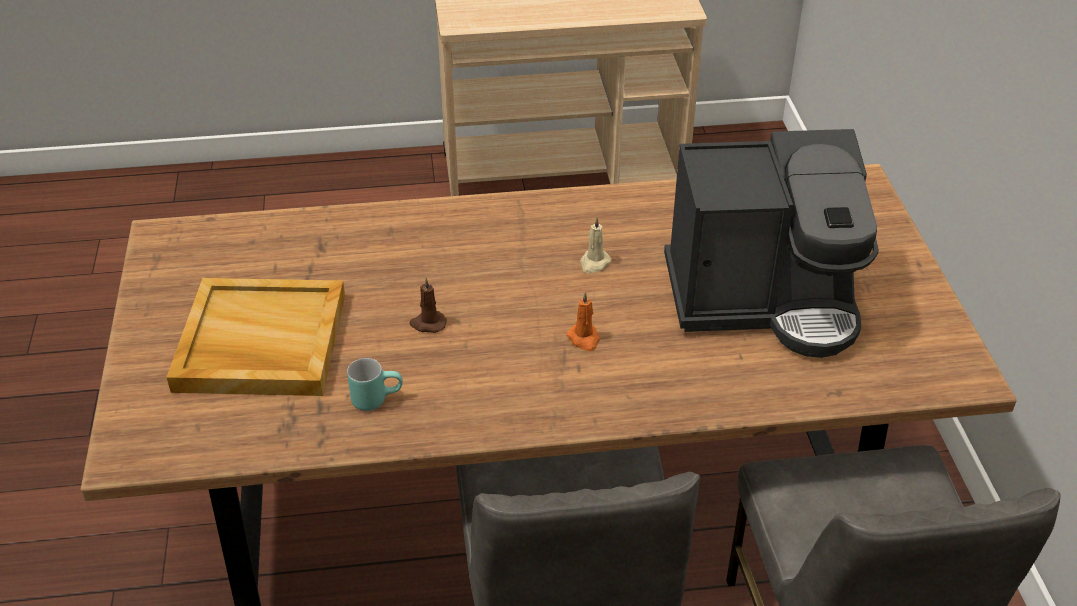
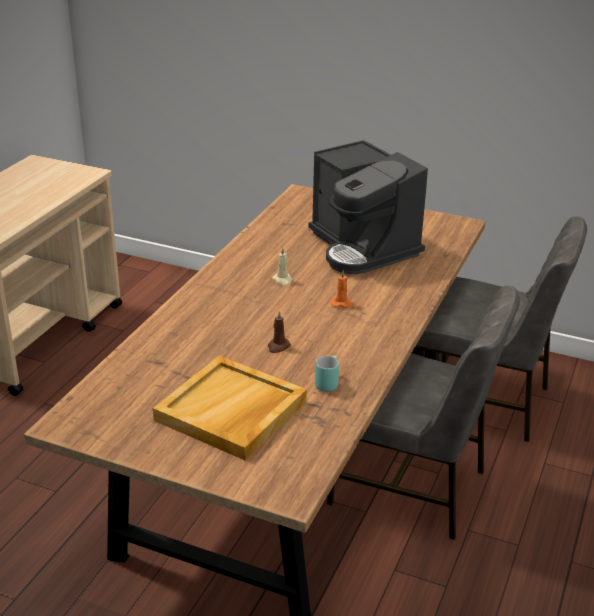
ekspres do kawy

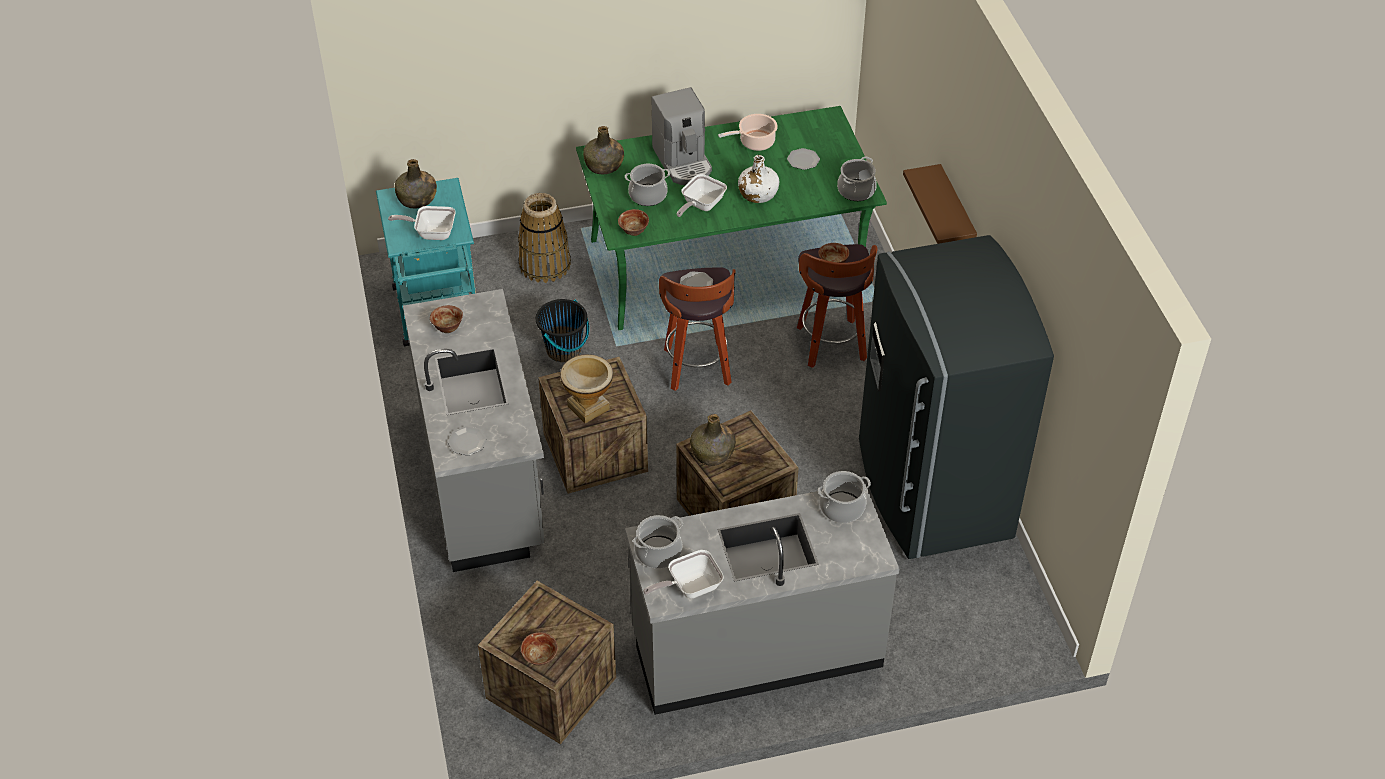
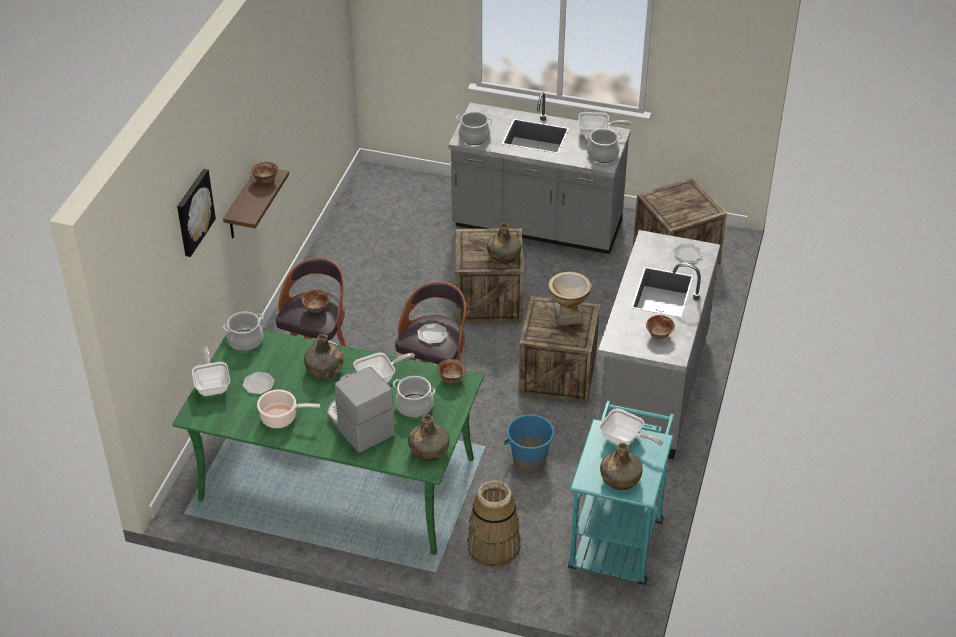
miska (1st from left)
wiadro [niebieski]
ekspres do kawy
butelka [zielony] (1st from left)
lodówka [szary]
obraz
patelnia (1st from left)

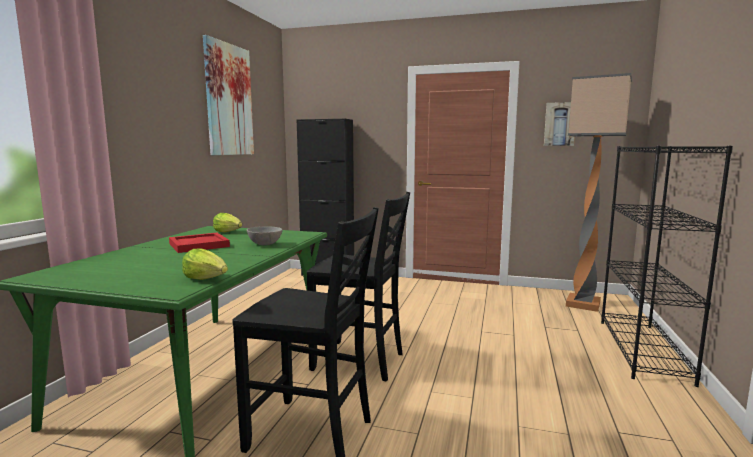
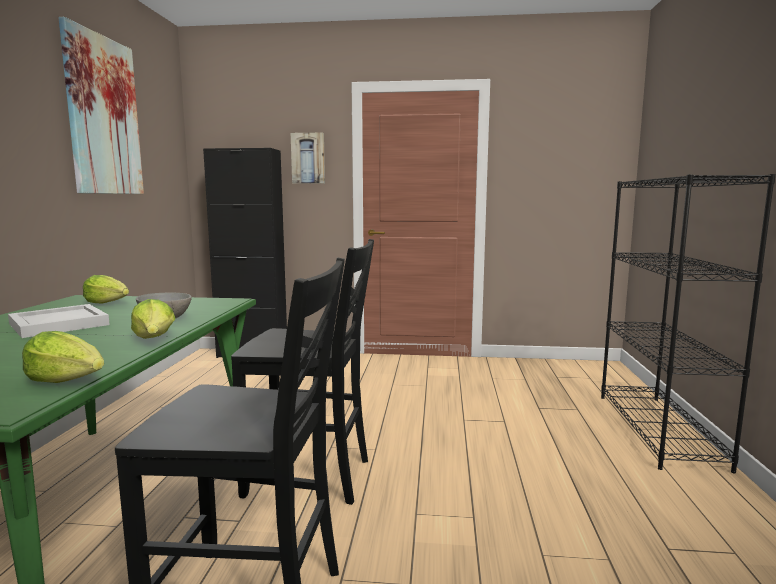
taca [biały]
obraz (2nd from left)
lampa stojąca
sałata (3rd from left)

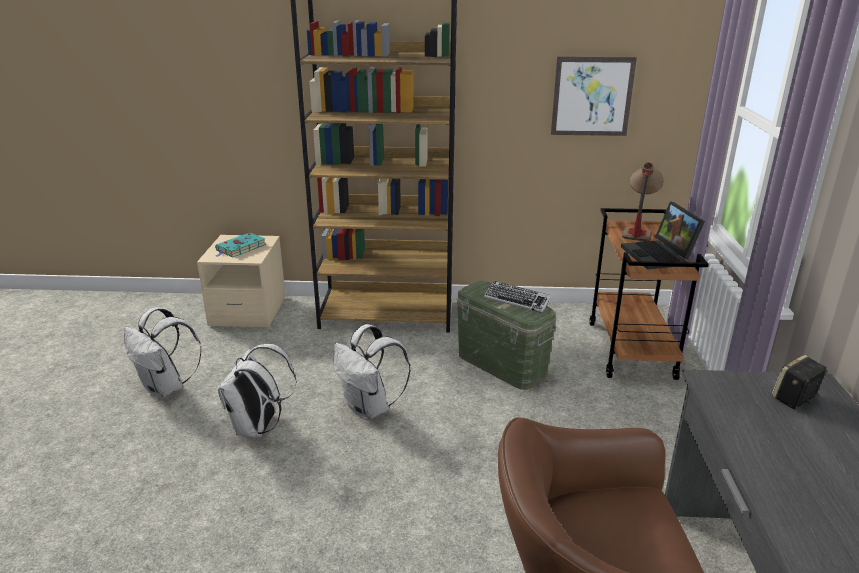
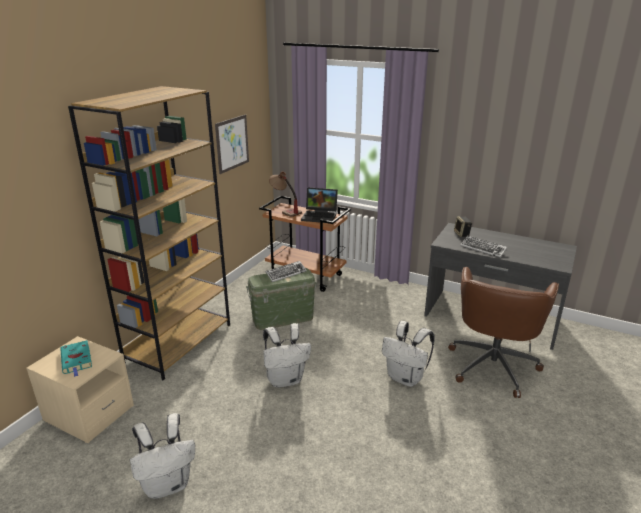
plecak [biały] (3rd from left)
klawiatura (2nd from left)

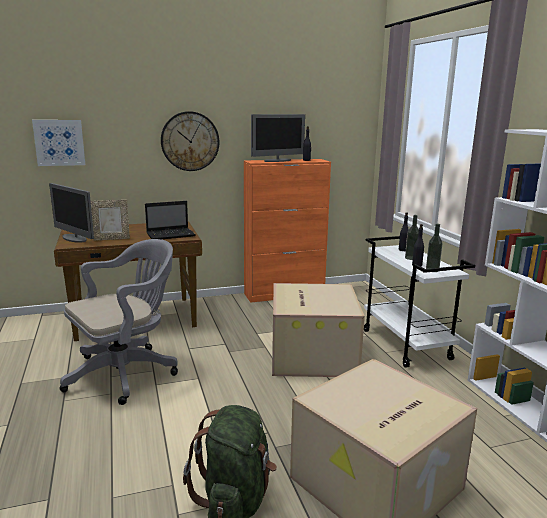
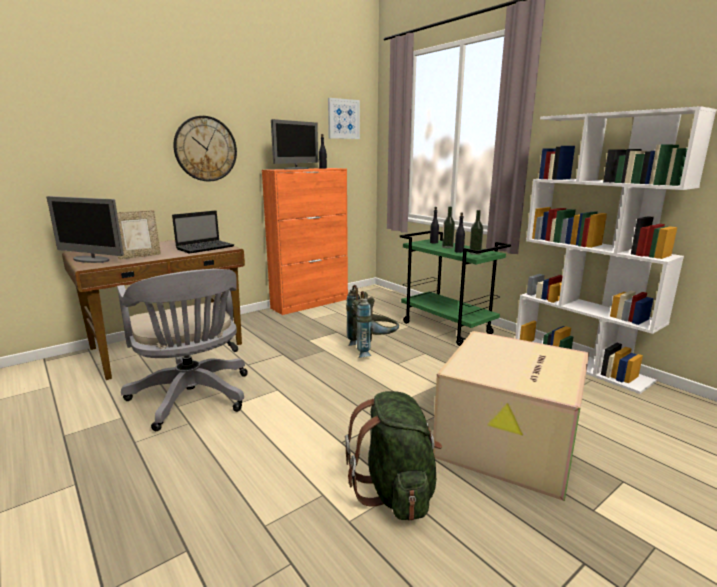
obraz
krzesło biurowe [szary]
plecak [szary]
wózek [zielony]

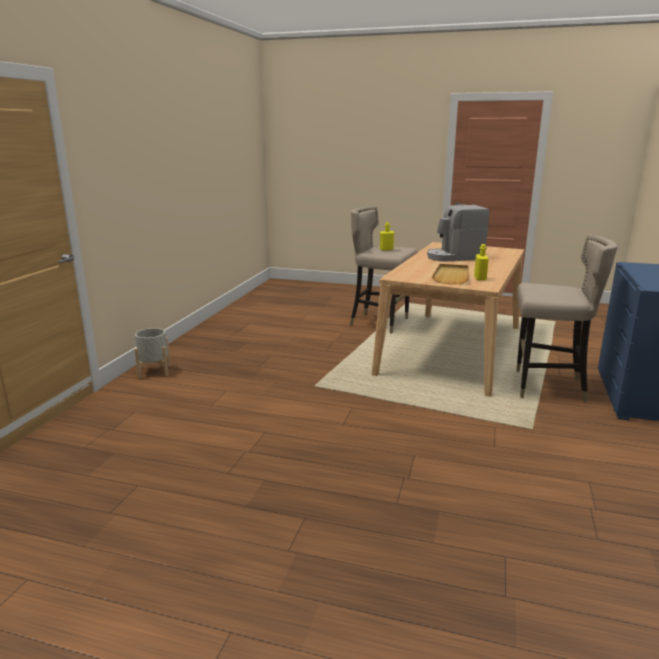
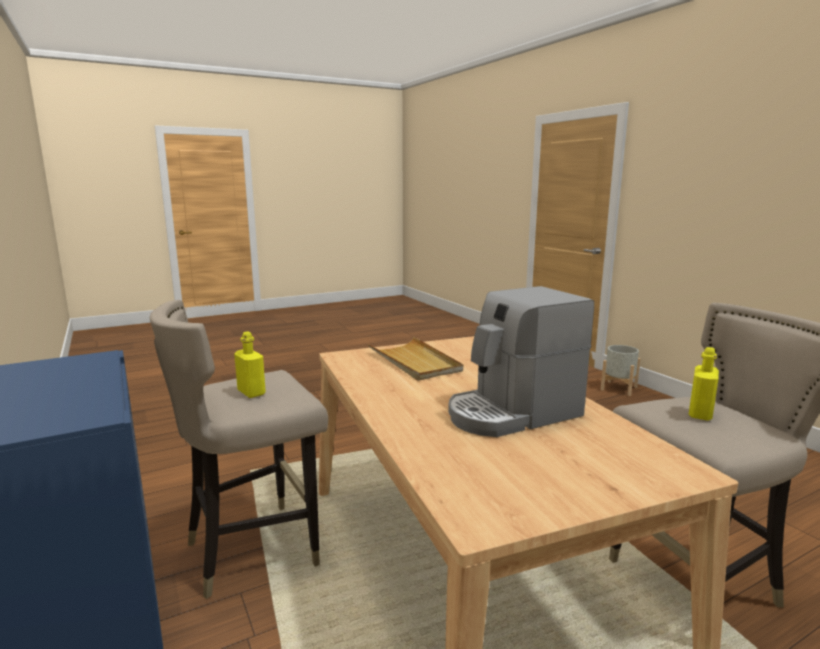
ekspres do kawy
butelka [żółty] (1st from left)

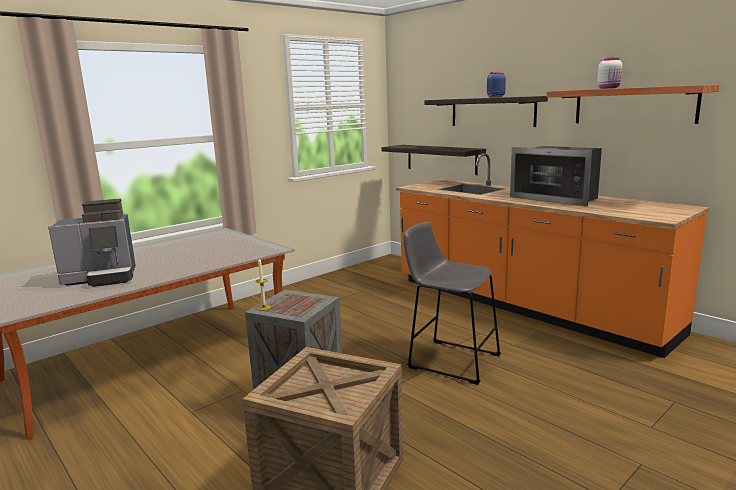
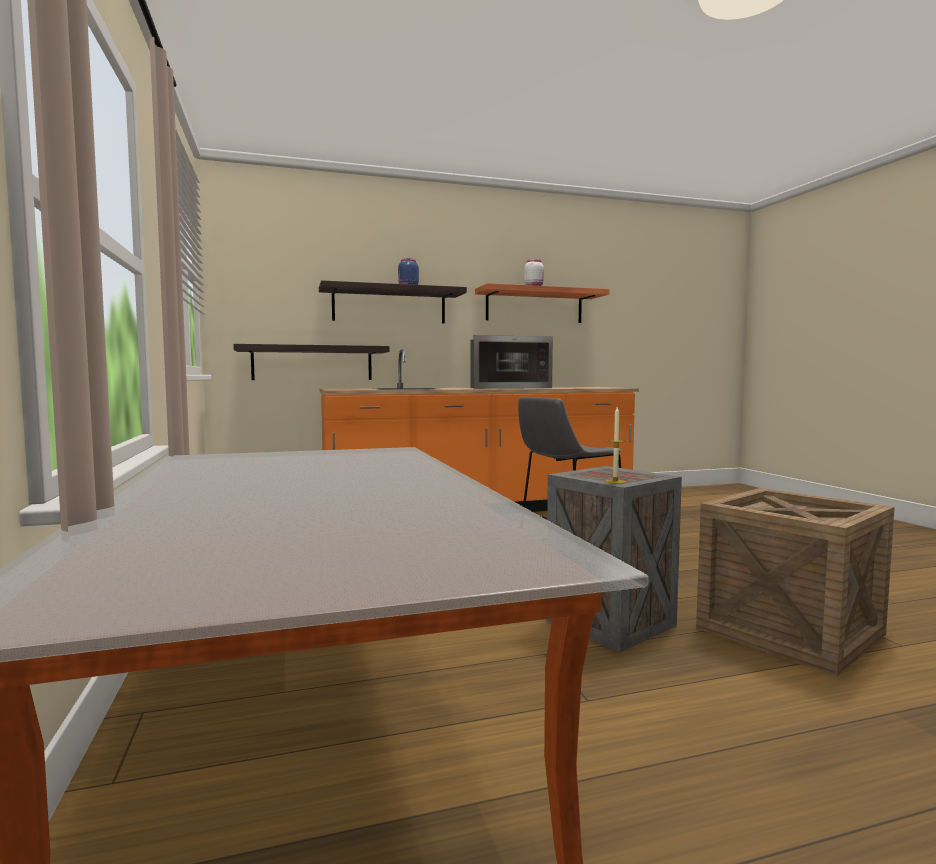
ekspres do kawy

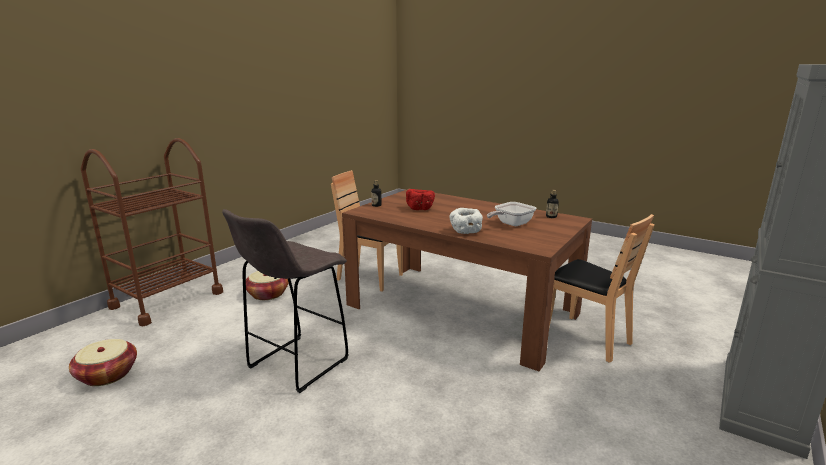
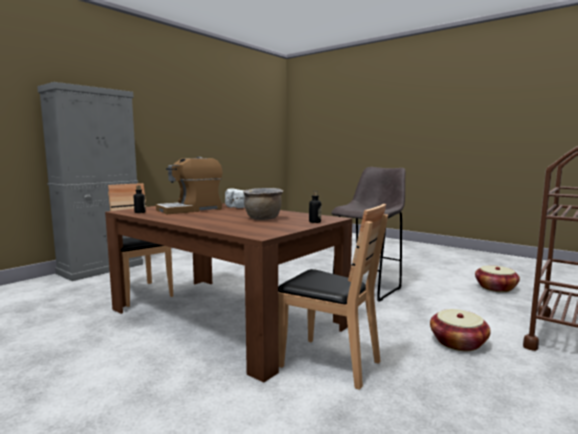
garnek [brązowy]
ekspres do kawy

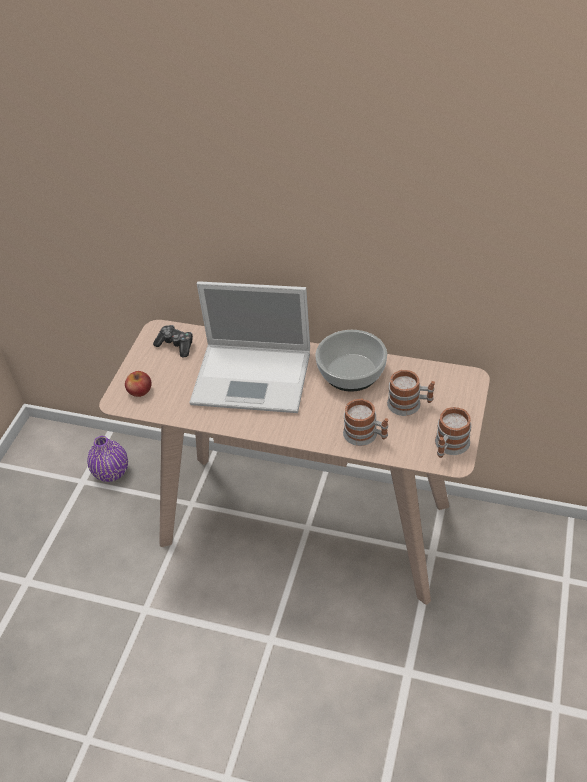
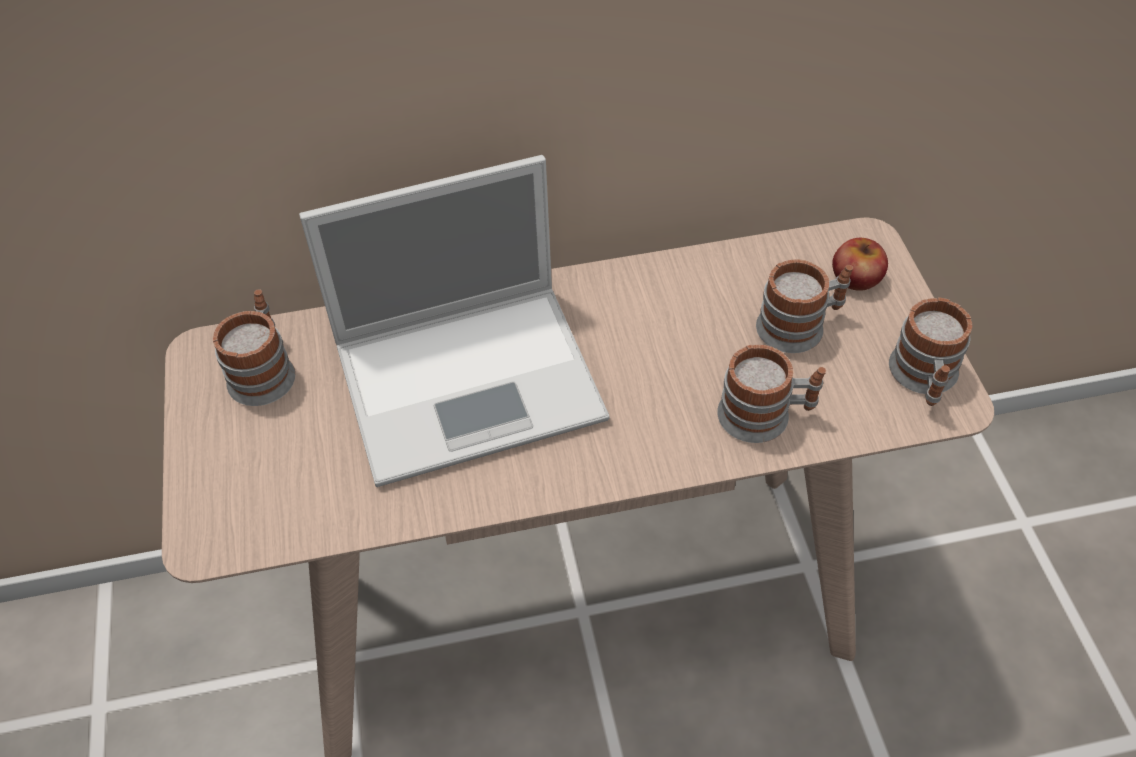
wazon [fioletowy]
jabłko
kubek (1st from left)
miska

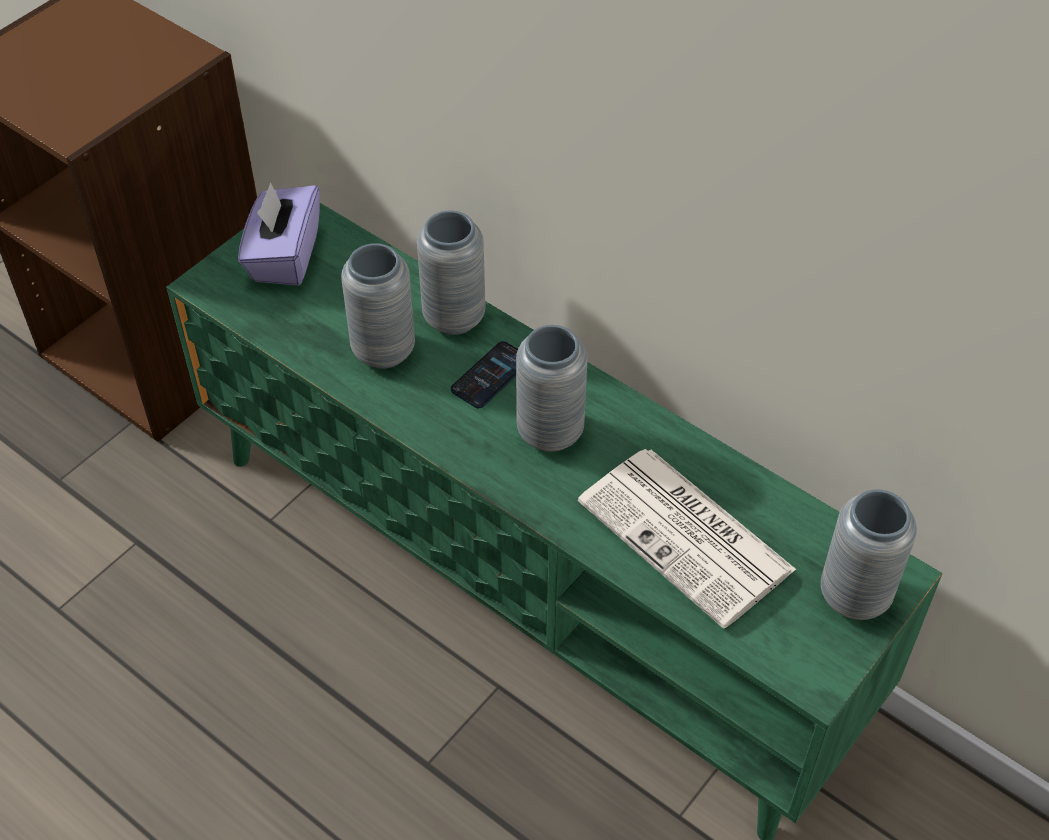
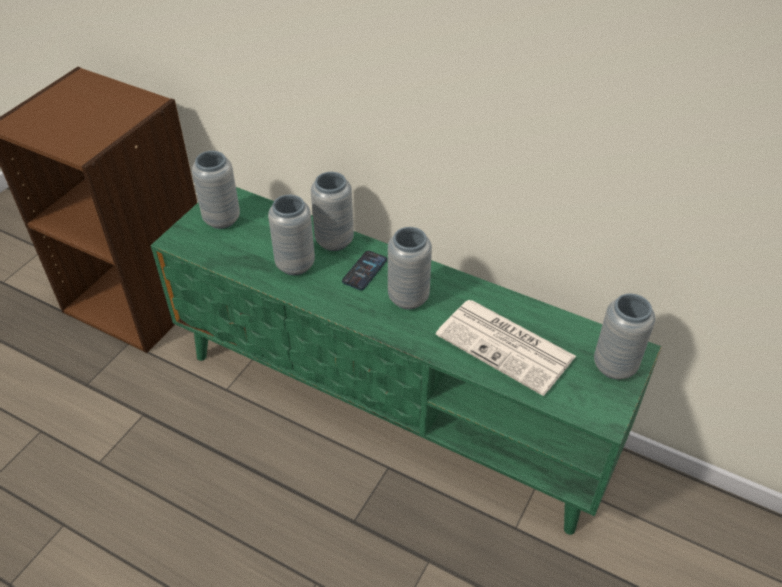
wazon [szary] (1st from left)

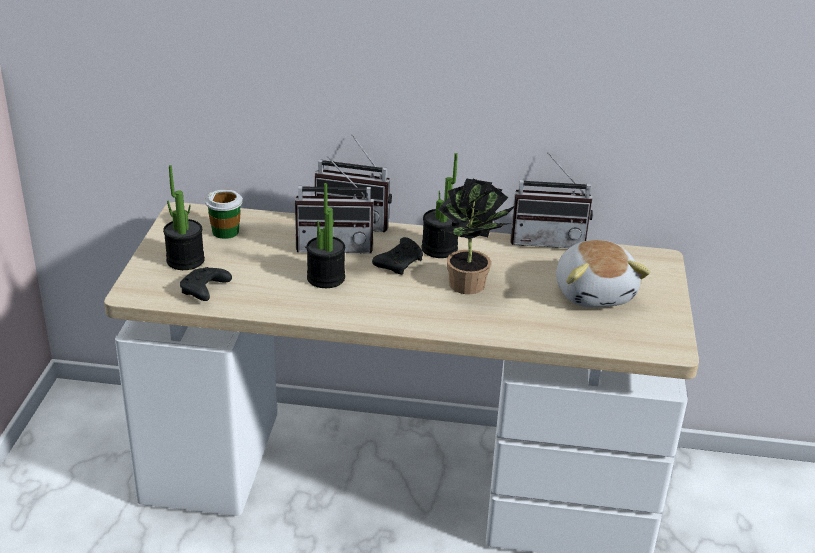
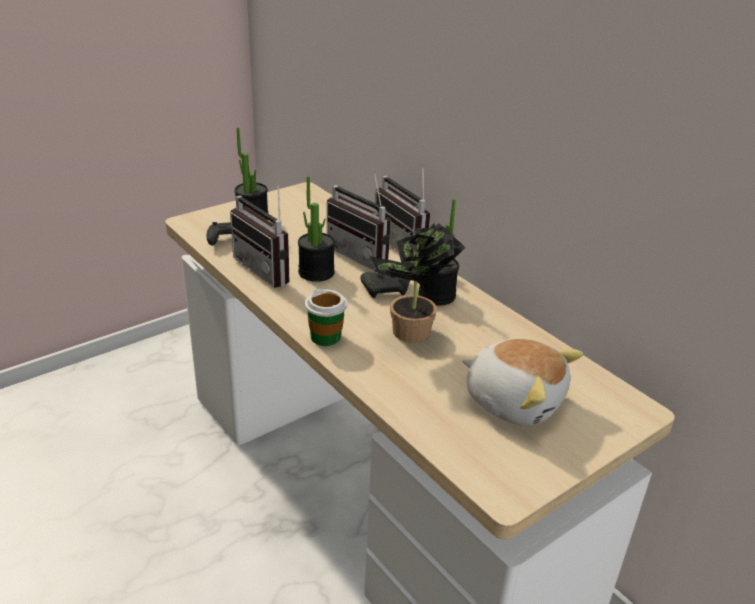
filiżanka
radio (1st from left)
pluszak

